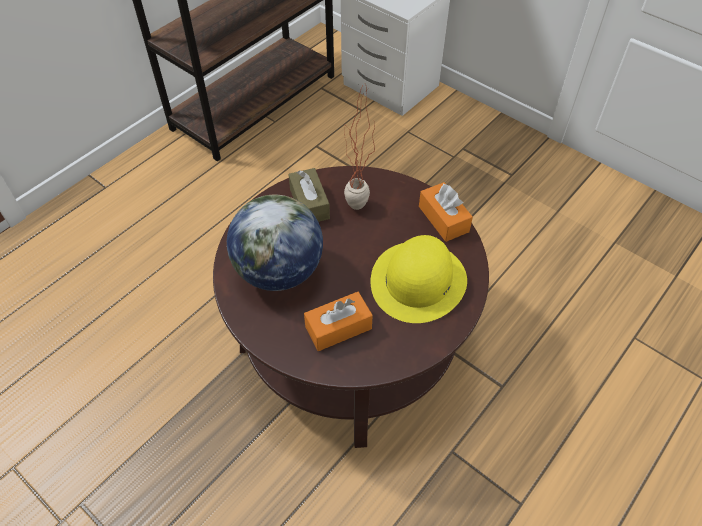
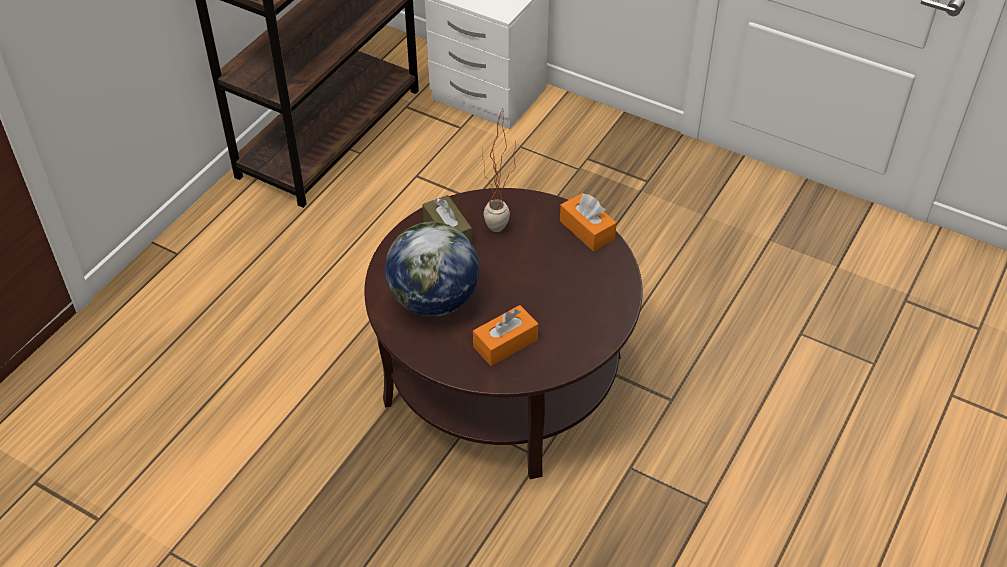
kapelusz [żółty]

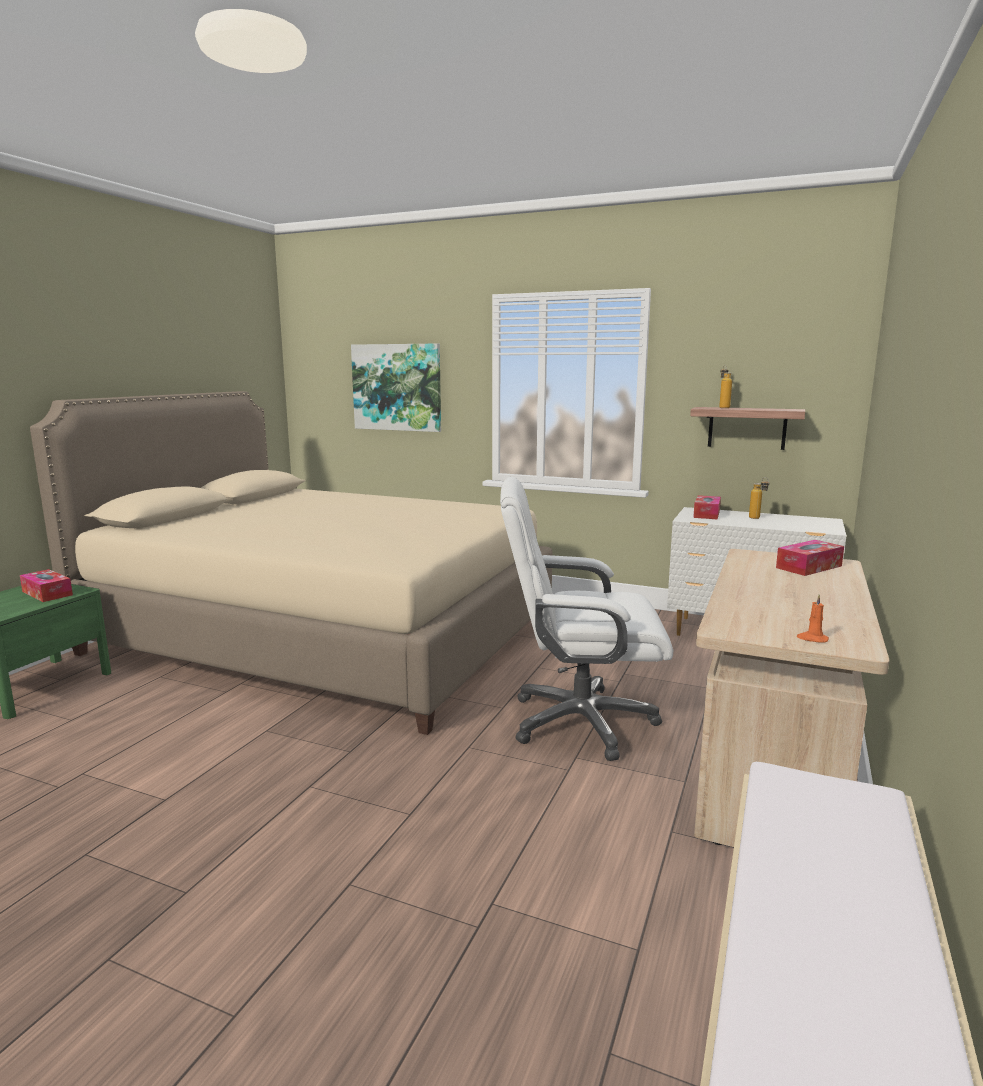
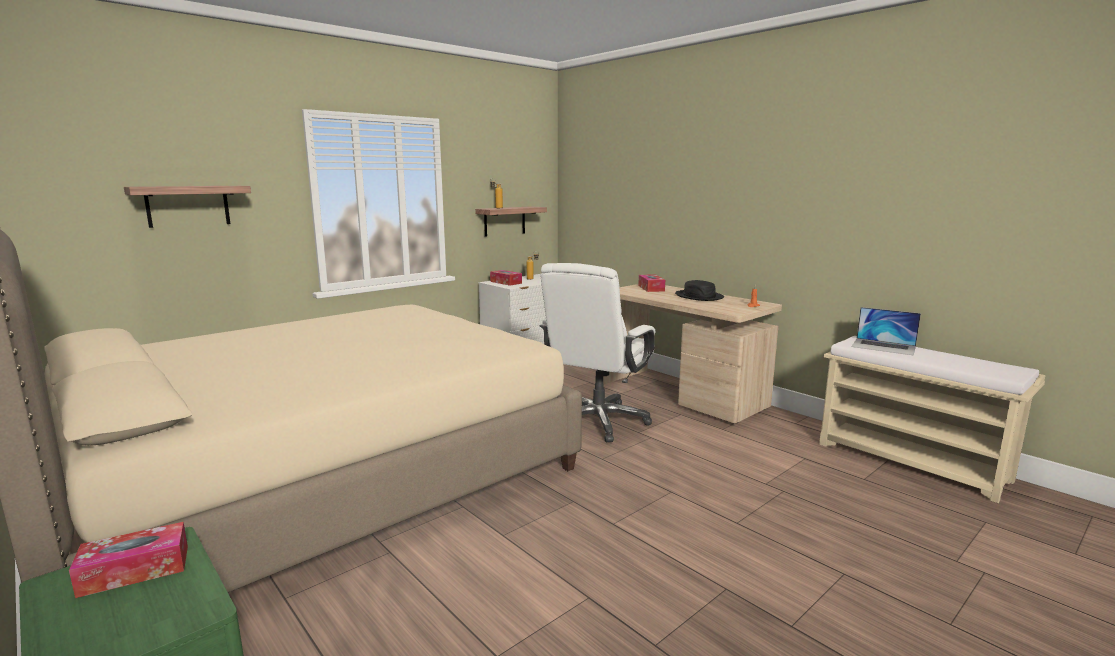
półka (1st from left)
kapelusz [czarny]
laptop

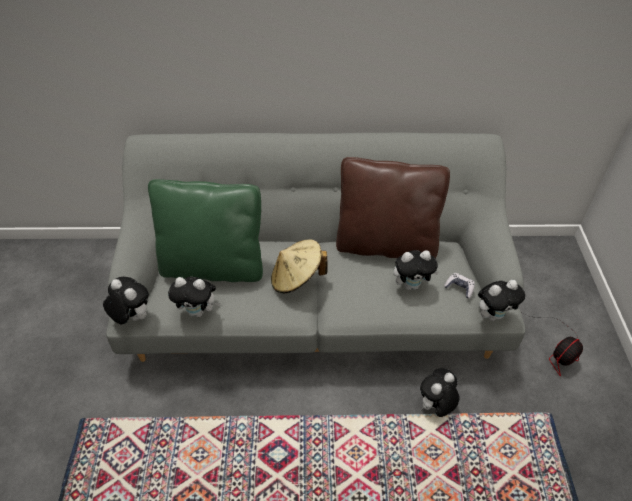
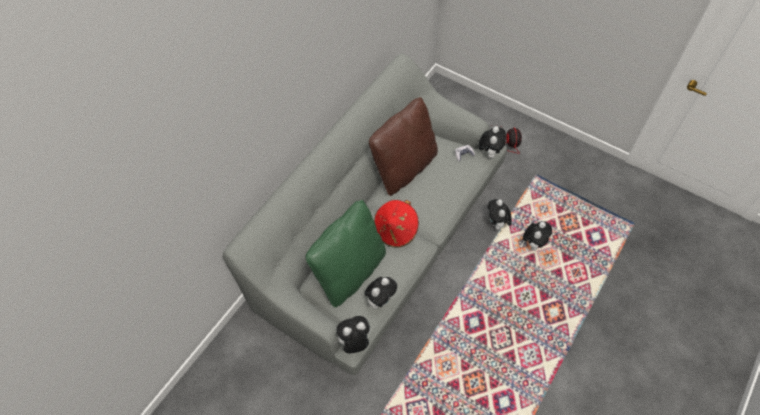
kapelusz [czerwony]
pluszak (5th from left)

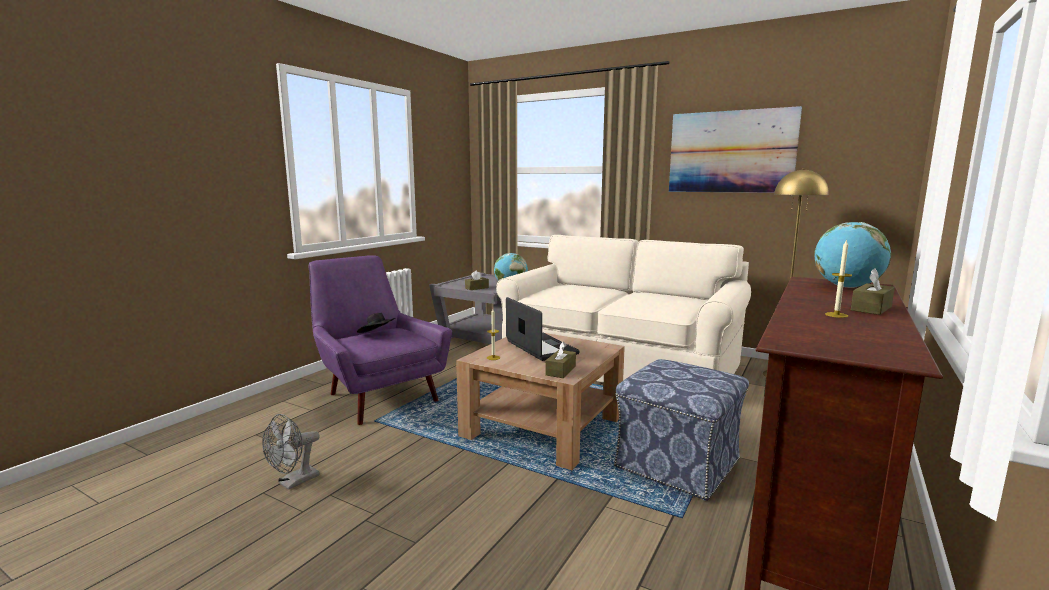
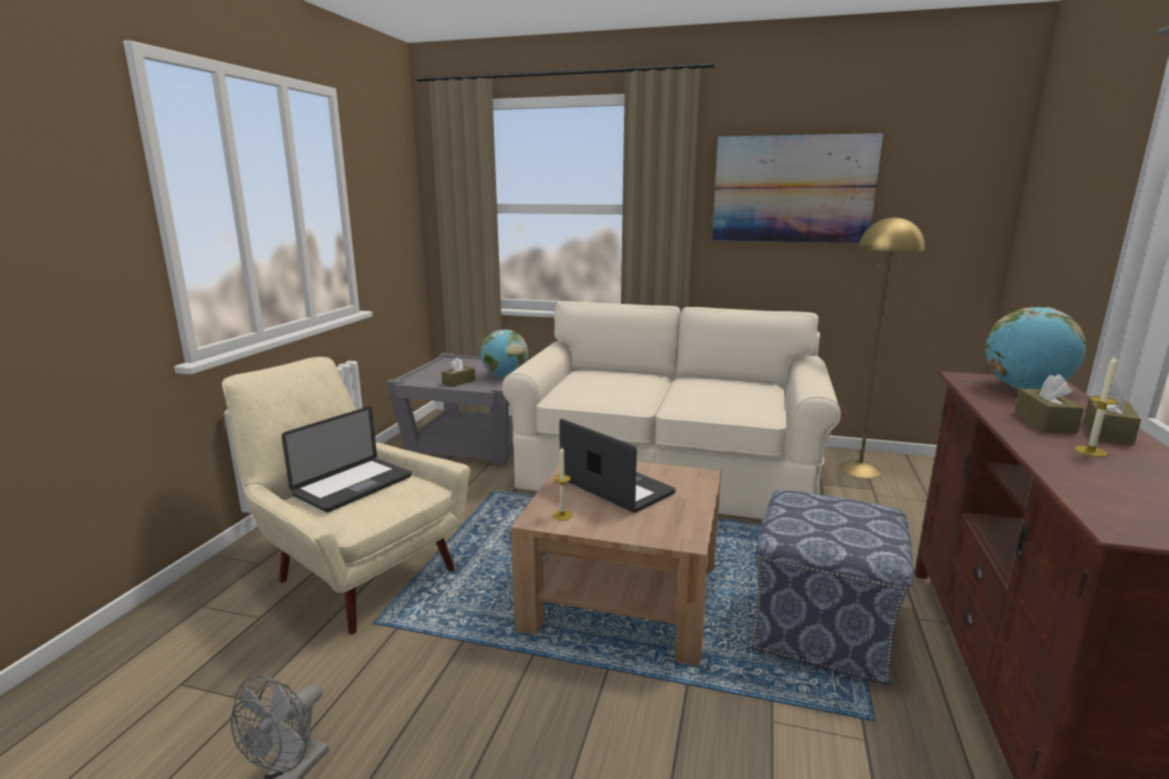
fotel [beżowy]
laptop (1st from left)
pudełko chusteczek [brązowy] (2nd from left)

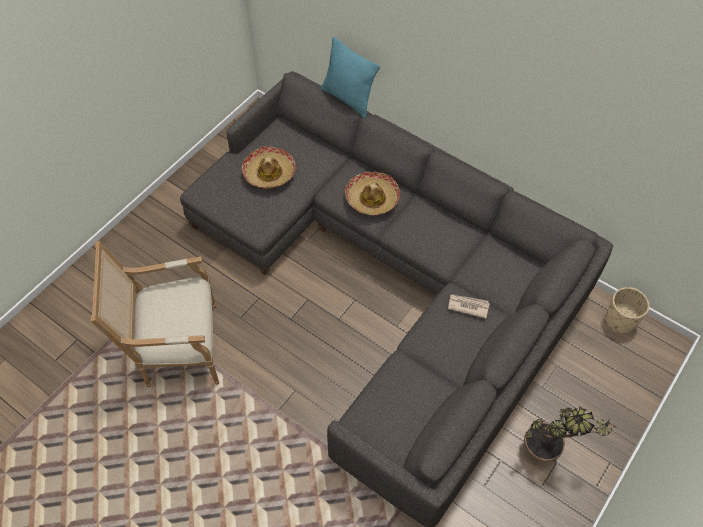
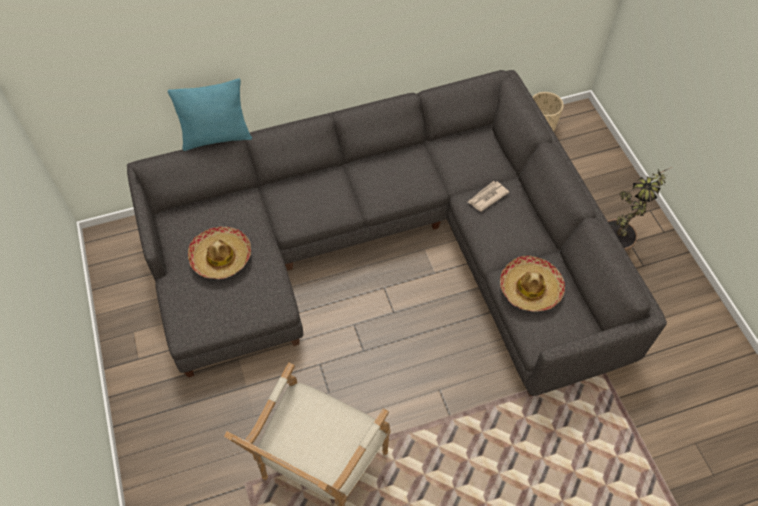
kapelusz (2nd from left)

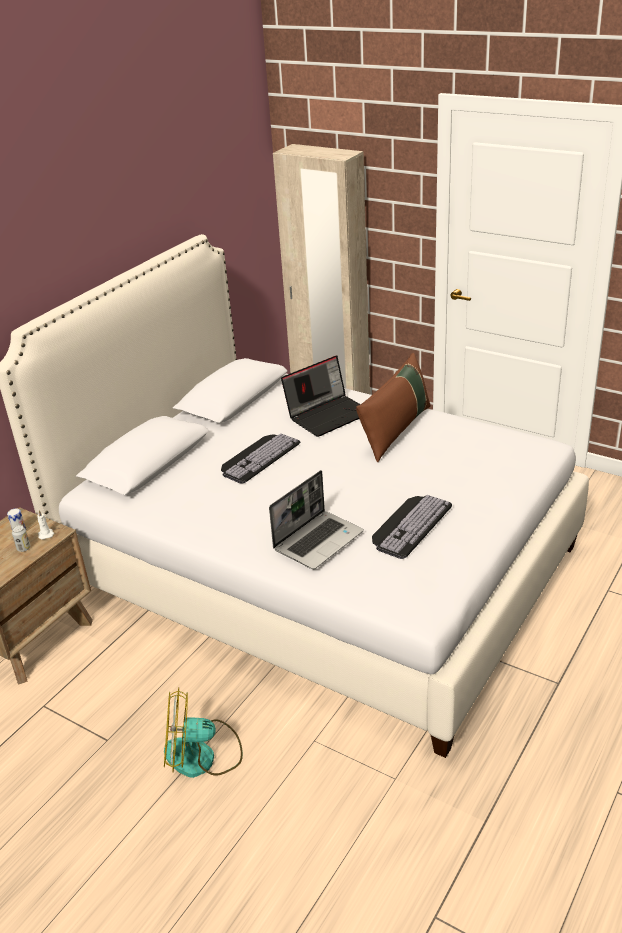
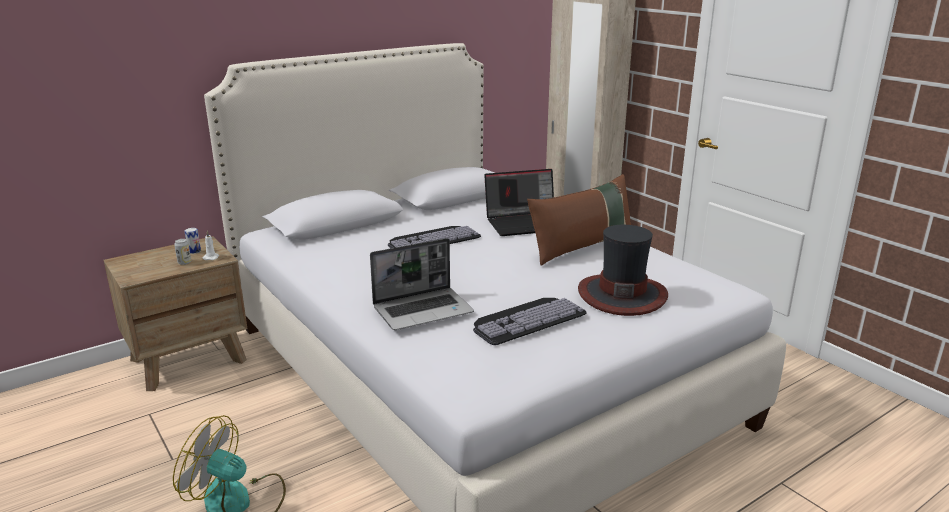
kapelusz

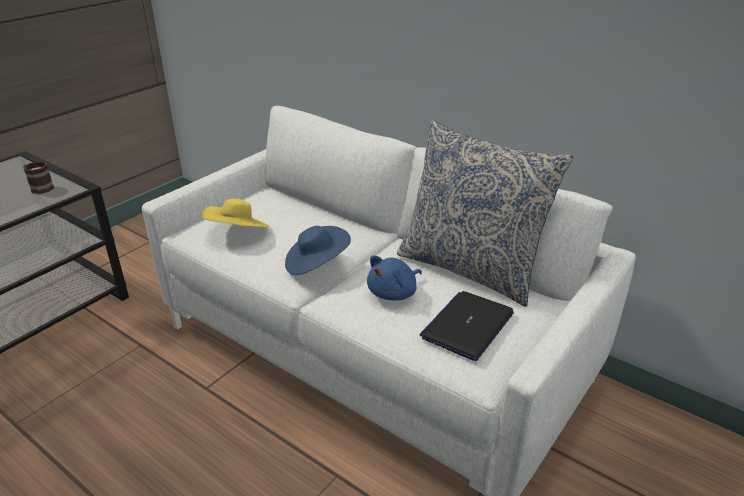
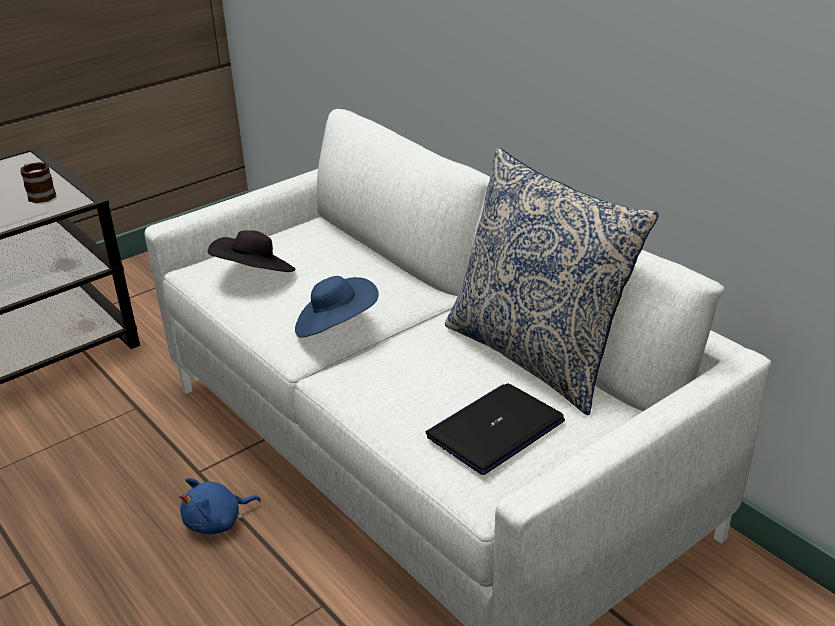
kapelusz [czarny]
pluszak [niebieski]

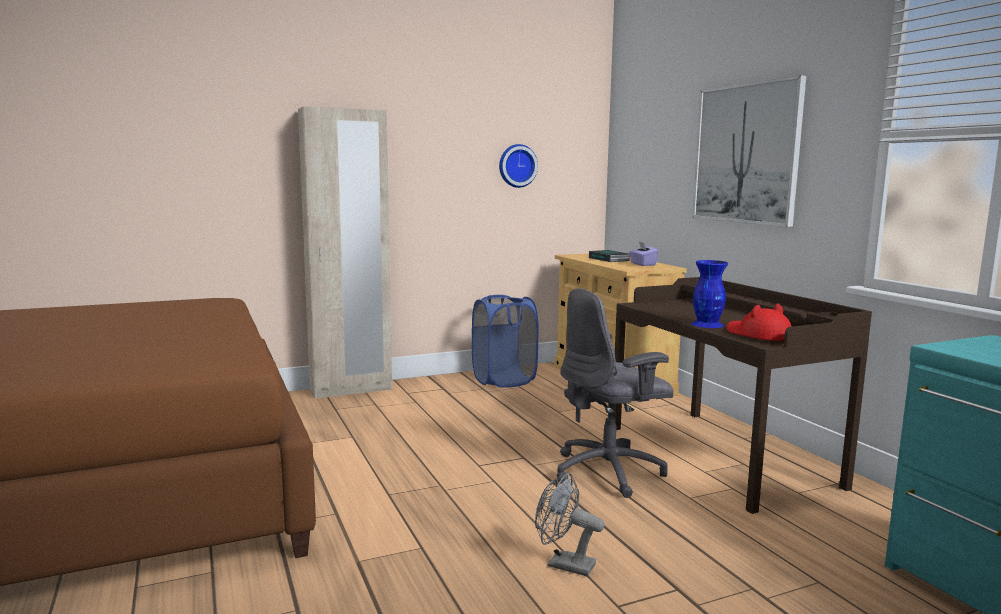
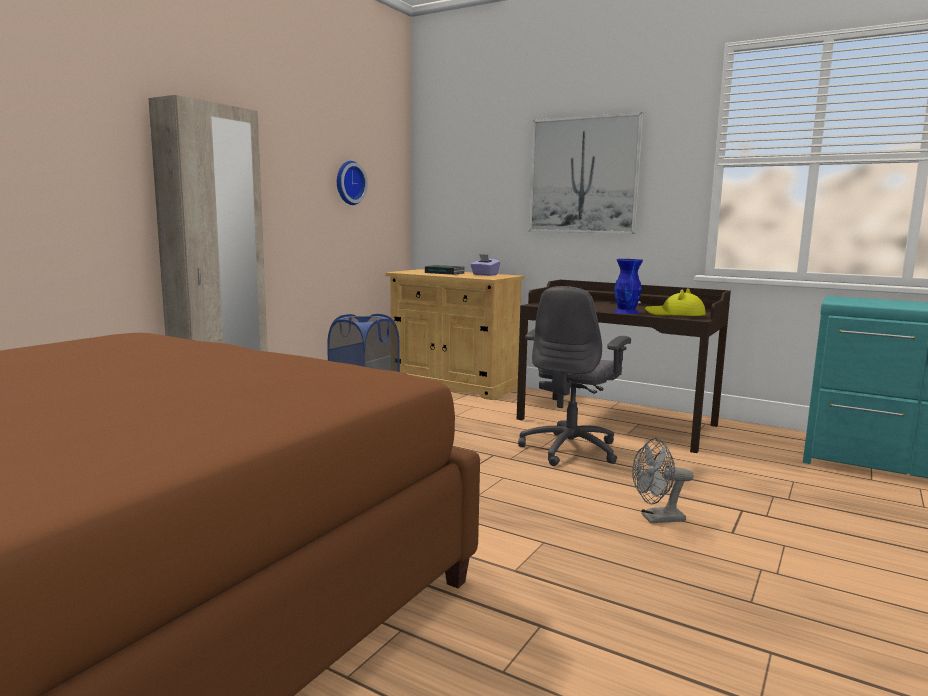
kapelusz [żółty]

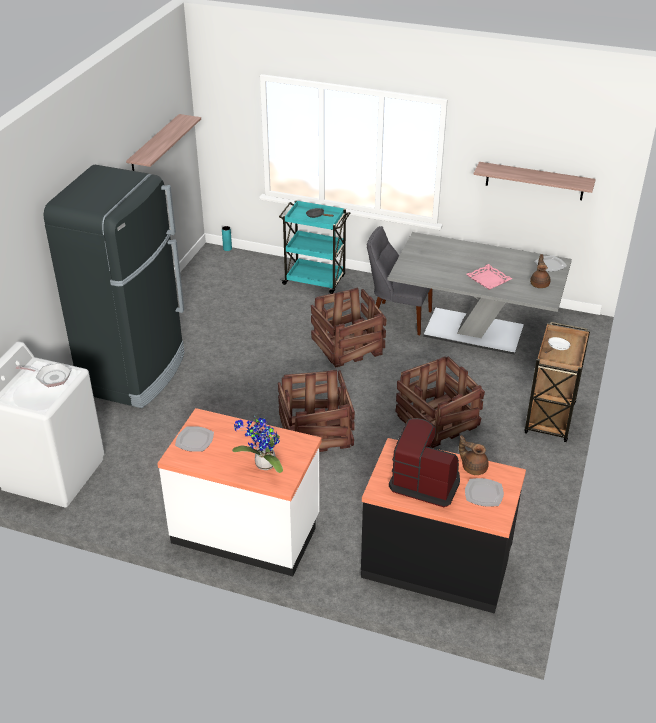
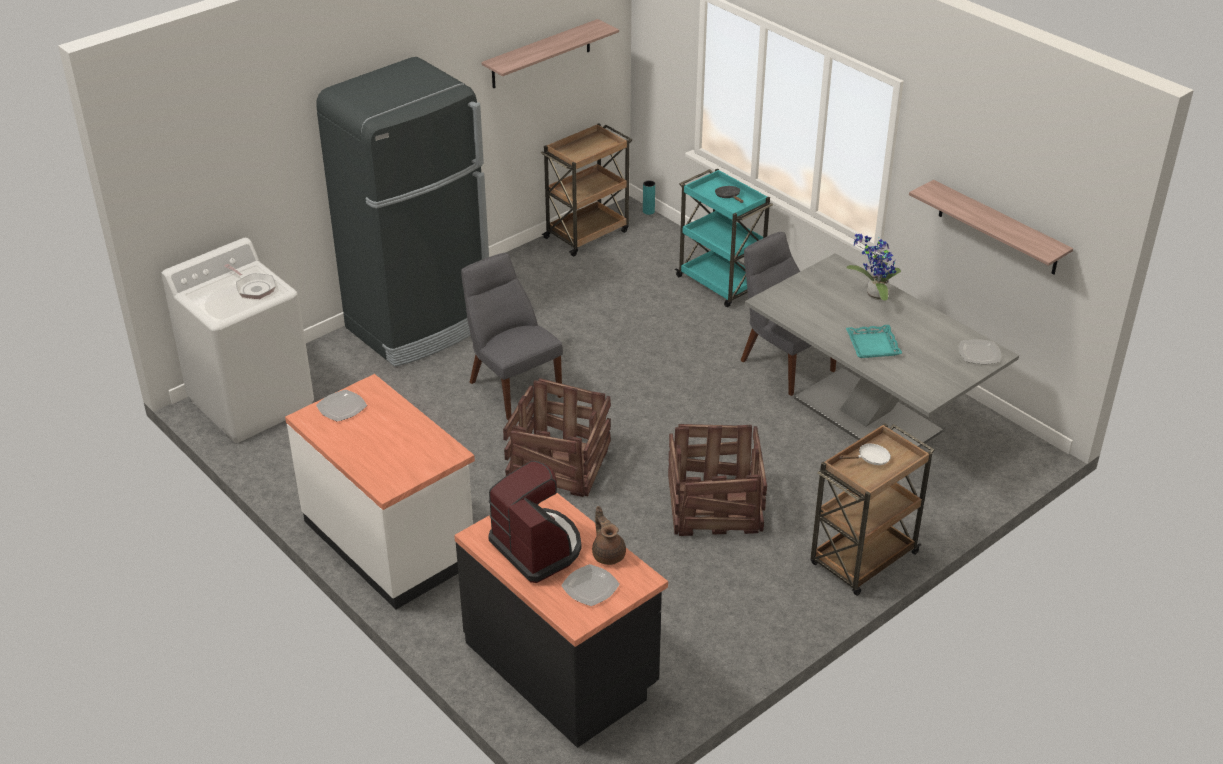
roślina doniczkowa
skrzynka (2nd from left in the first image)
taca [turkusowy]
imbryk [brązowy] (2nd from left in the first image)
krzesło [szary] (1st from left)
wózek [brązowy] (1st from left)

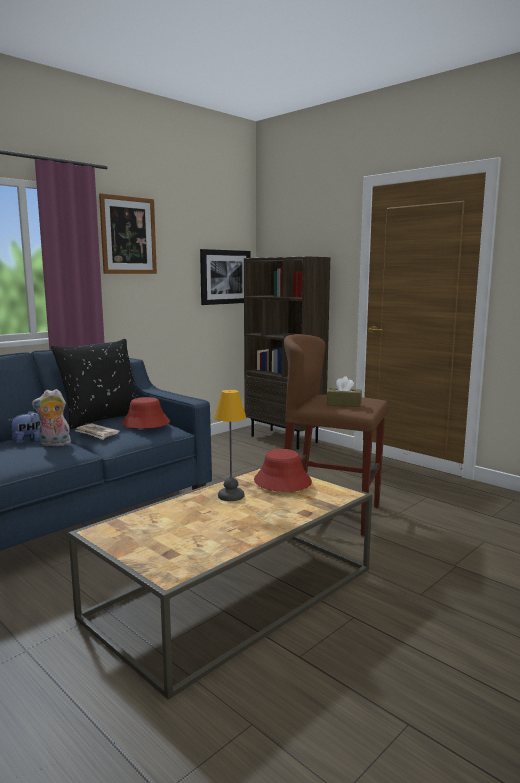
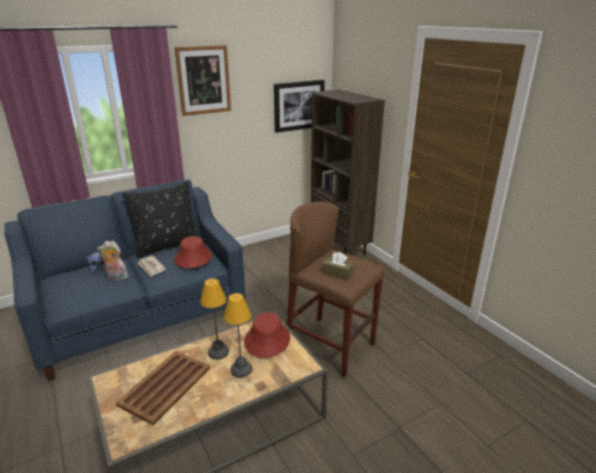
taca [brązowy]
lampa stołowa (2nd from left)

